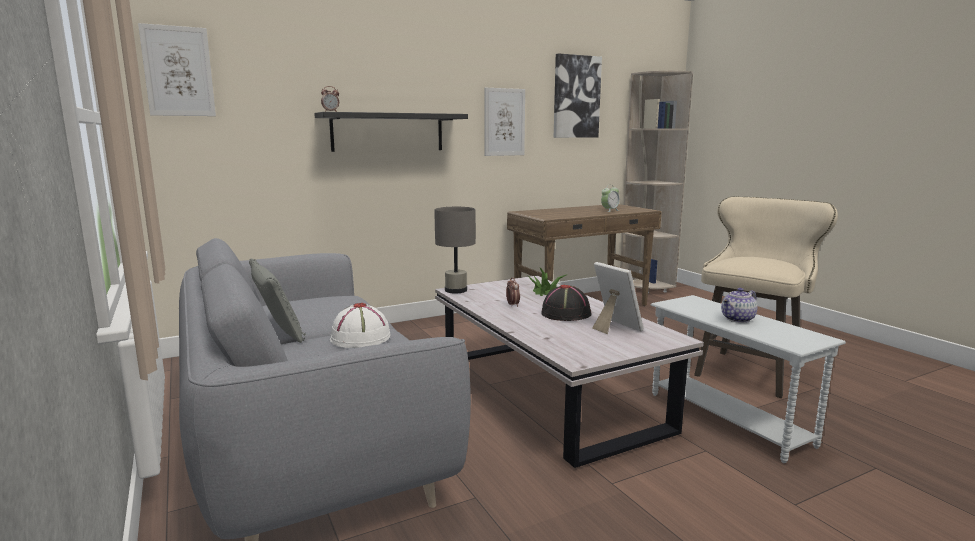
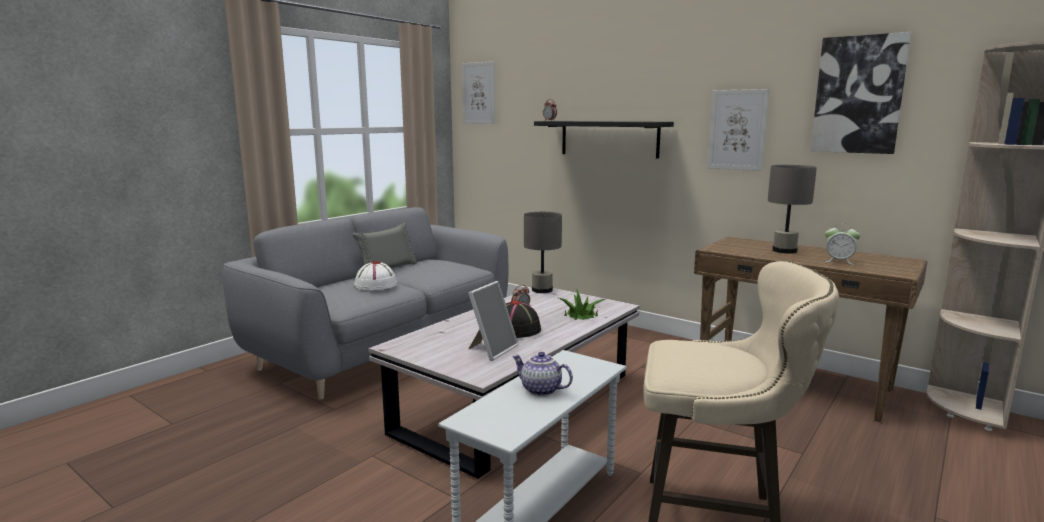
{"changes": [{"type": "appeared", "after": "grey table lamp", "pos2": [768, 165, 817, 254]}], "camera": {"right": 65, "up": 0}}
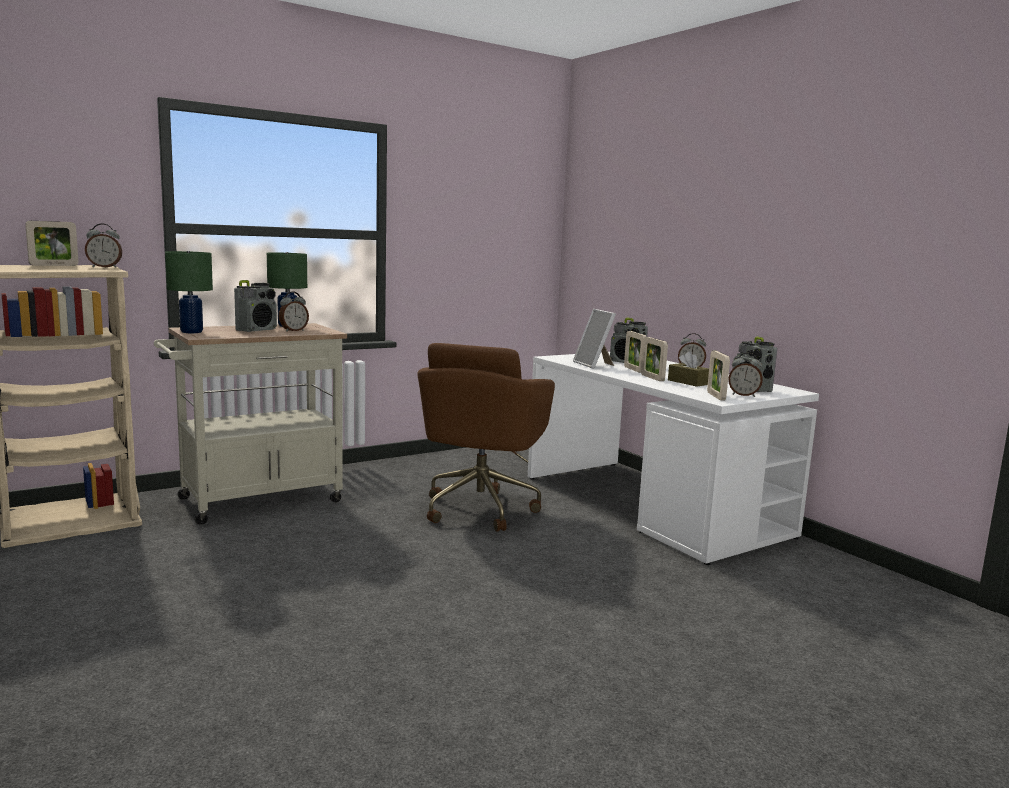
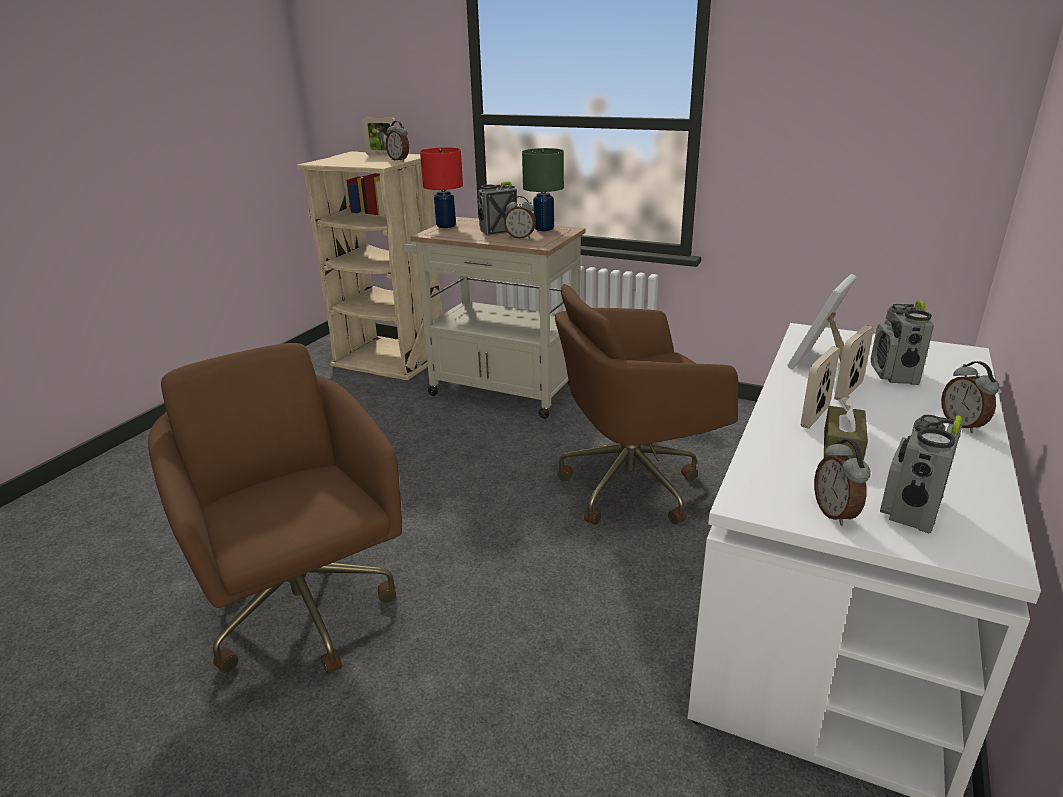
{"changes": [{"type": "colour", "before": "greenish table lamp", "after": "red-coloured table lamp", "pos1": [165, 251, 213, 333], "pos2": [420, 147, 463, 228]}, {"type": "spun", "before": "radio receiver", "pos1": [234, 280, 277, 332], "pos2": [477, 182, 517, 236], "turn": 150}, {"type": "missing", "before": "standing frame", "pos1": [707, 351, 730, 400]}, {"type": "appeared", "after": "brown computer chair", "pos2": [148, 343, 402, 674]}], "camera": {"right": 60, "up": 15}}
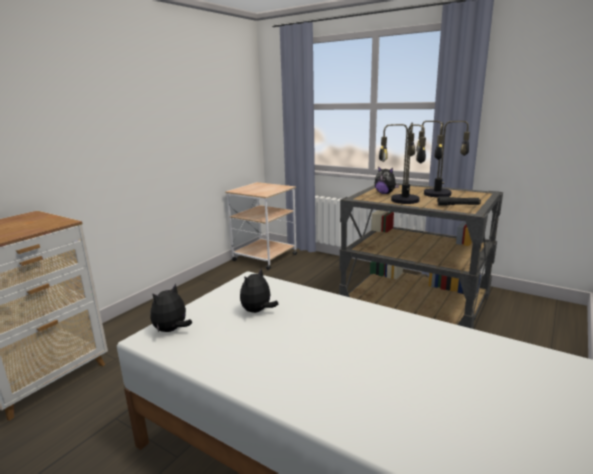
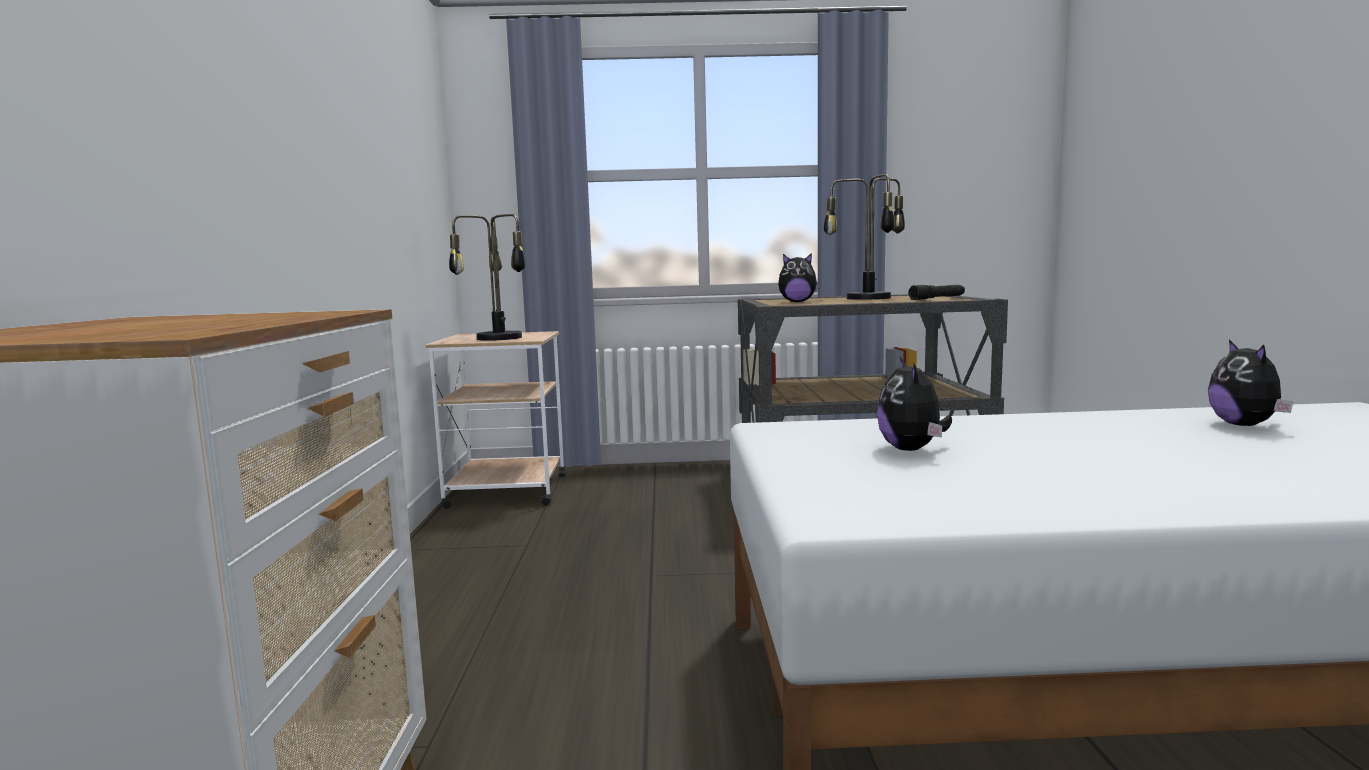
{"changes": [{"type": "relocated", "before": "table lamp", "pos1": [379, 123, 426, 204], "pos2": [449, 214, 525, 341]}, {"type": "relocated", "before": "cuddly toy", "pos1": [151, 283, 192, 332], "pos2": [1208, 340, 1293, 426]}], "camera": {"right": -35, "up": -10}}
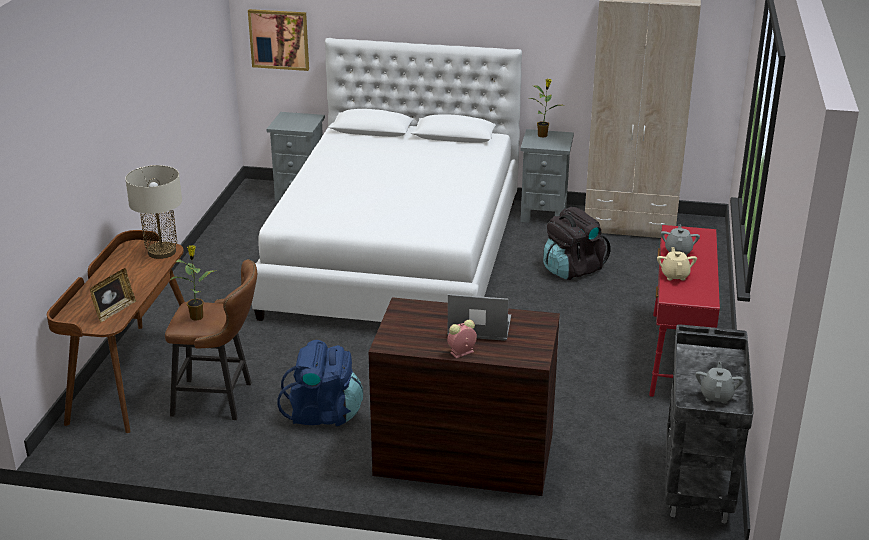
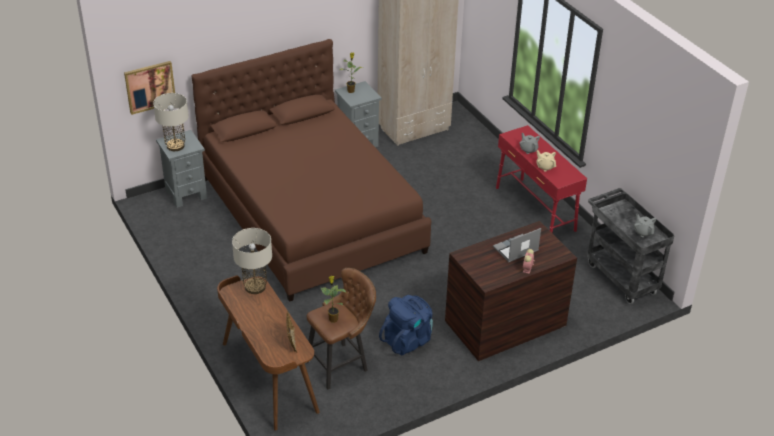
{"changes": [{"type": "colour", "before": "whitish bed", "after": "brown bed", "pos1": [252, 38, 522, 322], "pos2": [192, 39, 431, 302]}, {"type": "missing", "before": "black rucksack", "pos1": [543, 207, 611, 280]}, {"type": "appeared", "after": "table lamp", "pos2": [153, 93, 189, 151]}], "camera": {"right": -40, "up": 10}}
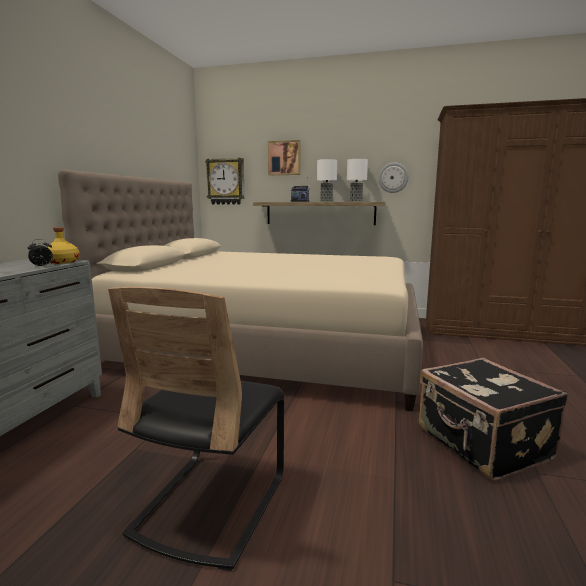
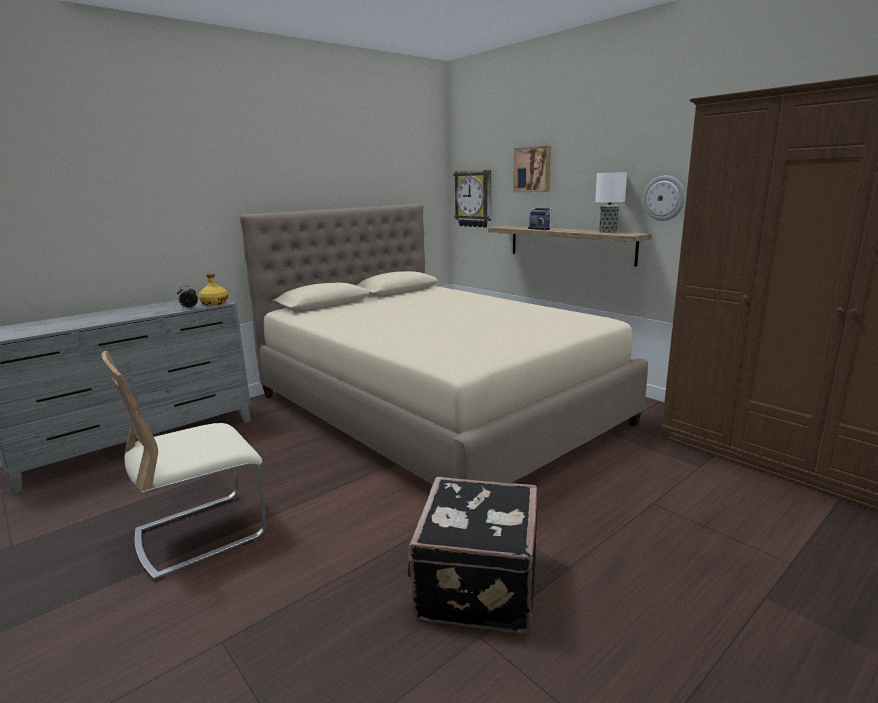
{"changes": [{"type": "missing", "before": "table lamp", "pos1": [317, 159, 337, 202]}, {"type": "colour", "before": "black plain chair", "after": "beige-coloured plain chair", "pos1": [108, 287, 284, 571], "pos2": [102, 351, 267, 581]}], "camera": {"right": 35, "up": 5}}
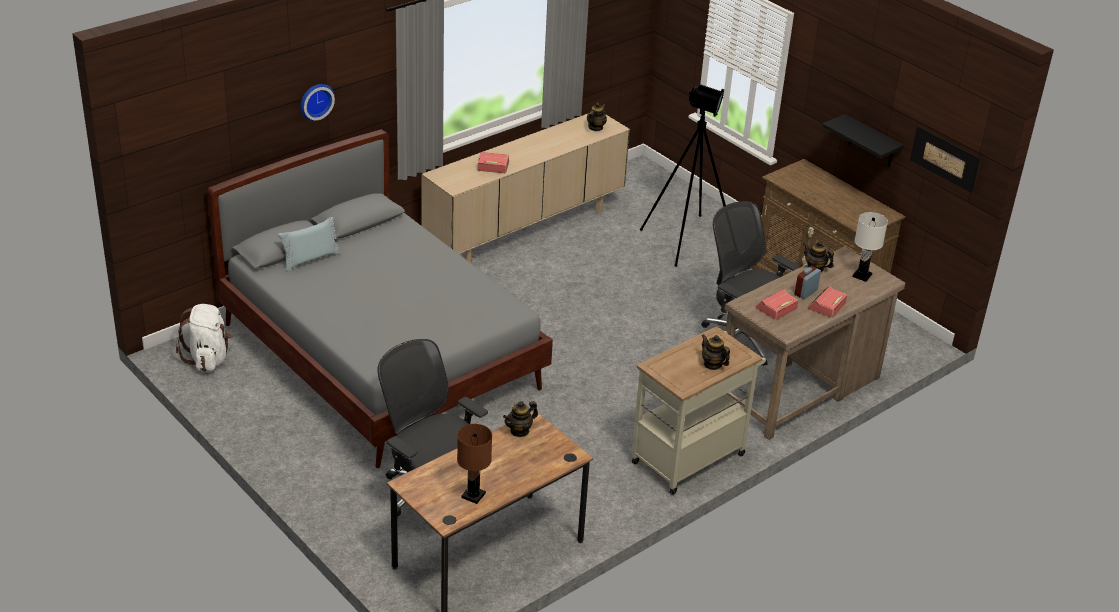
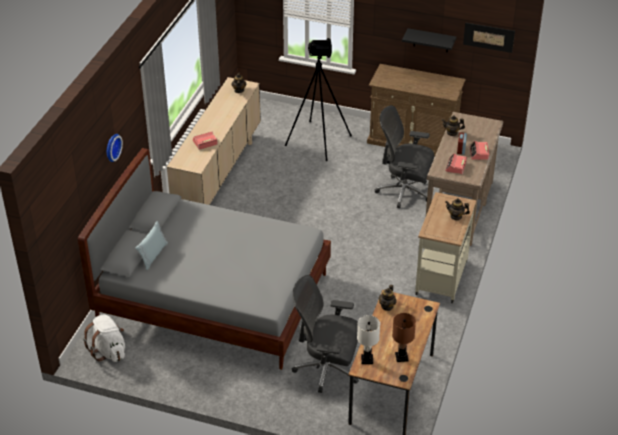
{"changes": [{"type": "relocated", "before": "whitish table lamp", "pos1": [853, 212, 888, 282], "pos2": [357, 315, 380, 364]}], "camera": {"right": -30, "up": 5}}
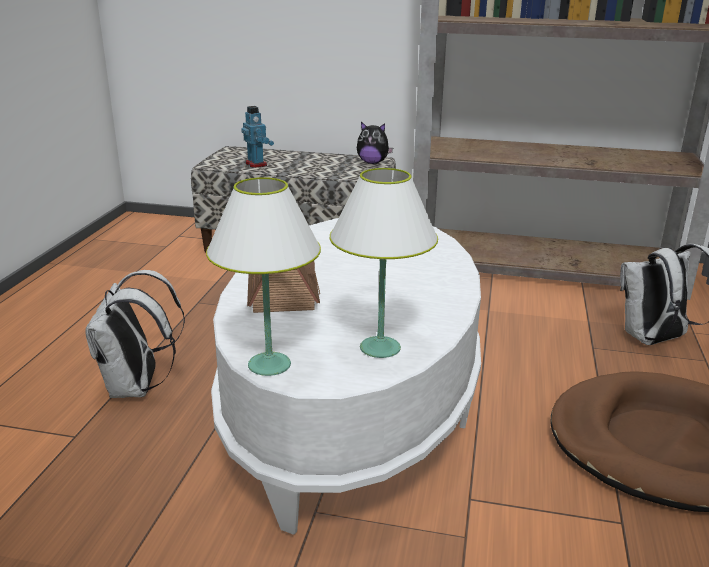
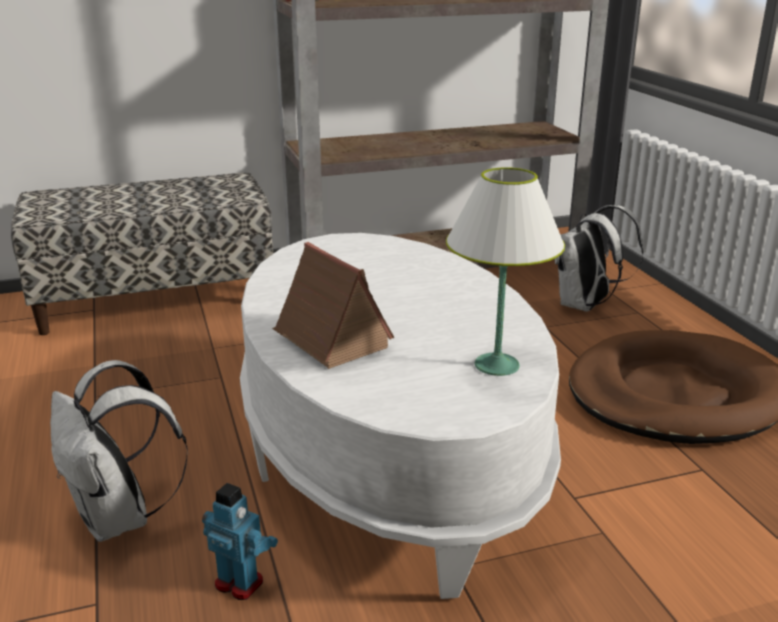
{"changes": [{"type": "relocated", "before": "robot figure", "pos1": [241, 106, 274, 168], "pos2": [202, 483, 278, 600]}, {"type": "missing", "before": "cuddly toy", "pos1": [357, 122, 393, 164]}, {"type": "missing", "before": "whitish table lamp", "pos1": [206, 177, 321, 376]}], "camera": {"right": -30, "up": 0}}
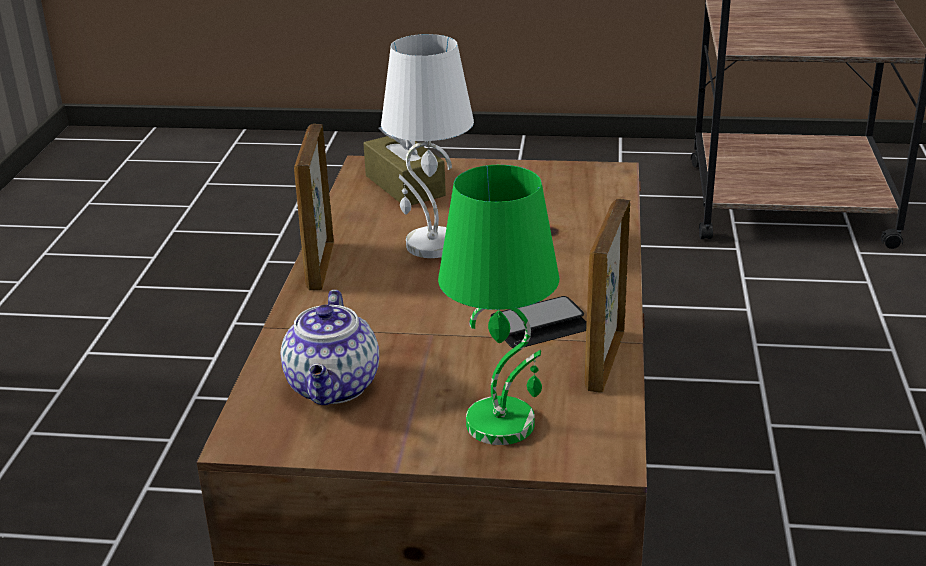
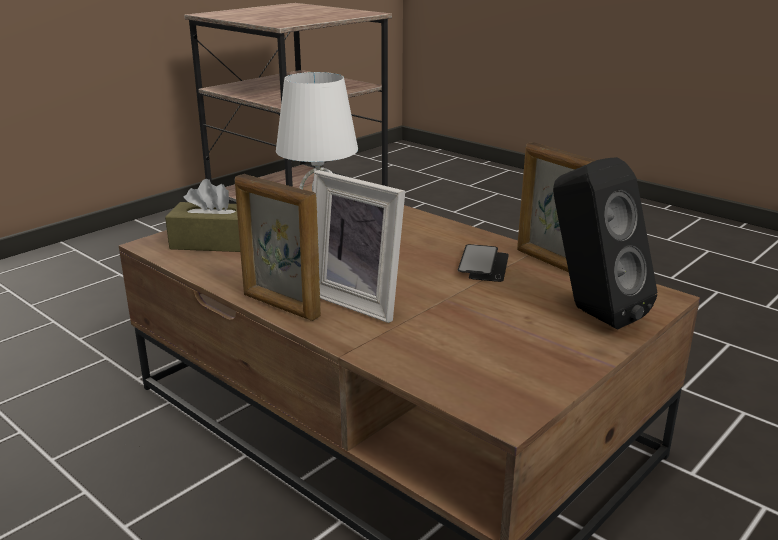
{"changes": [{"type": "exchanged", "before": "greenish table lamp", "after": "black audio speaker", "pos1": [438, 165, 559, 445], "pos2": [553, 157, 657, 330]}, {"type": "missing", "before": "tea pot", "pos1": [281, 290, 379, 405]}, {"type": "appeared", "after": "standing frame", "pos2": [313, 170, 405, 323]}], "camera": {"right": -55, "up": -5}}
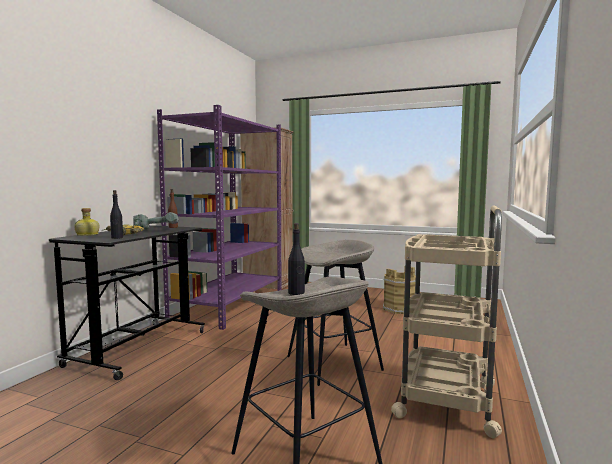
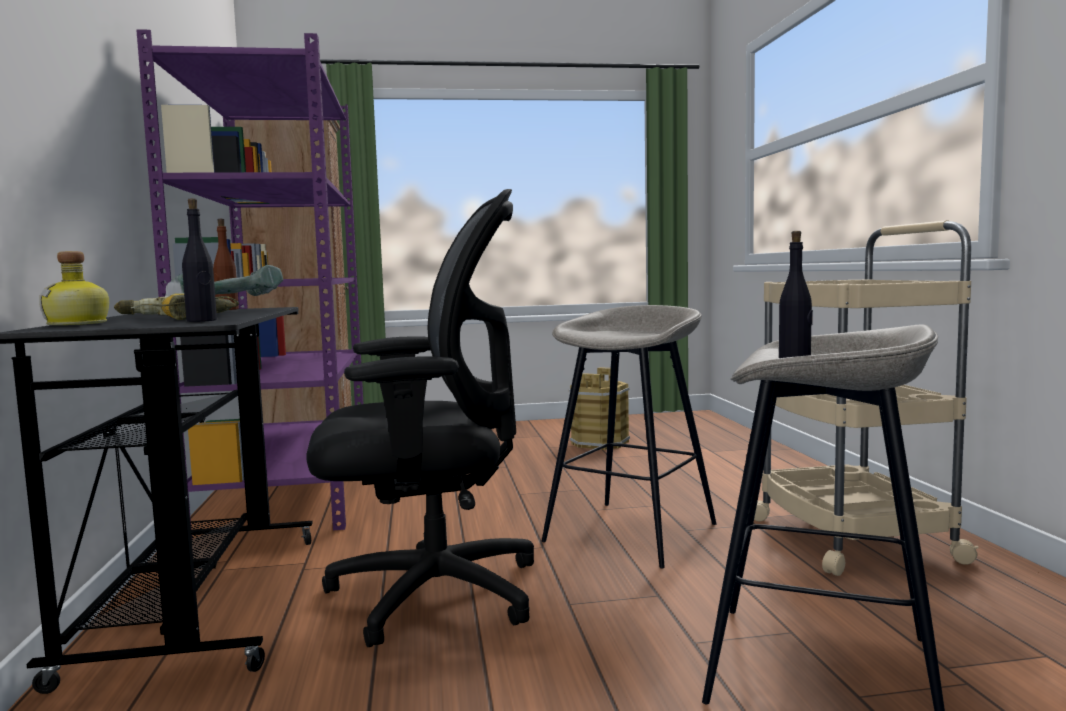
{"changes": [{"type": "appeared", "after": "black computer chair", "pos2": [306, 189, 534, 647]}], "camera": {"right": -30, "up": 0}}
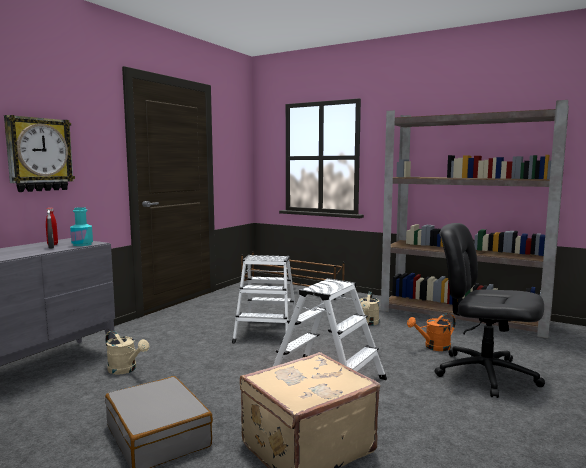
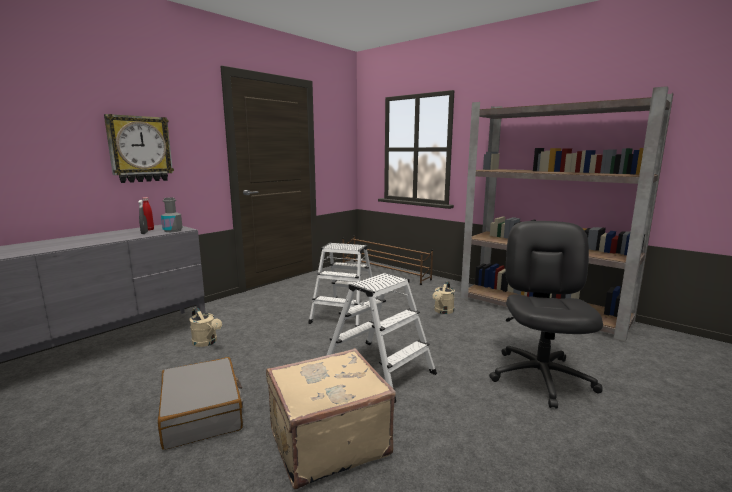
{"changes": [{"type": "colour", "before": "blue-green beverage bottle", "after": "grey beverage bottle", "pos1": [70, 207, 93, 246], "pos2": [161, 198, 183, 232]}, {"type": "spun", "before": "black computer chair", "pos1": [434, 223, 545, 398], "pos2": [489, 221, 603, 409], "turn": 60}, {"type": "missing", "before": "orangey watering pot", "pos1": [407, 313, 456, 351]}], "camera": {"right": 10, "up": 5}}
